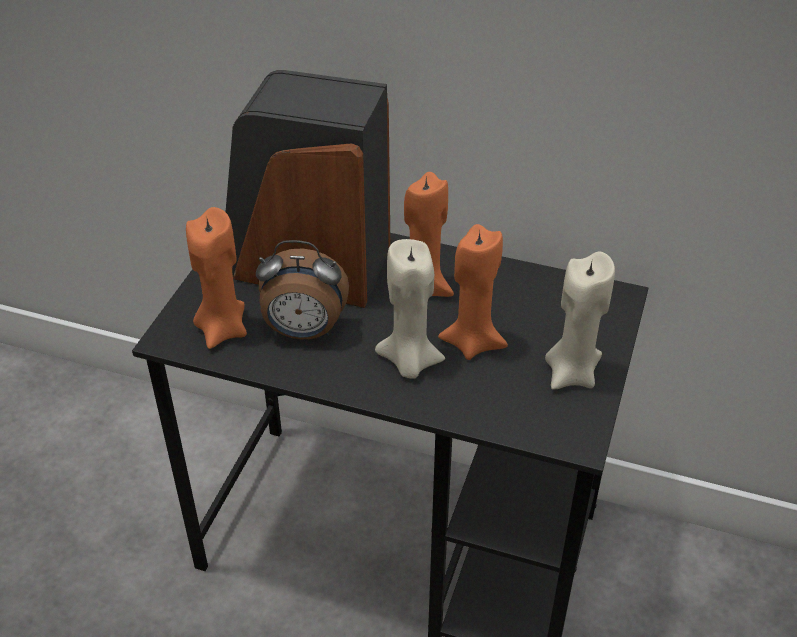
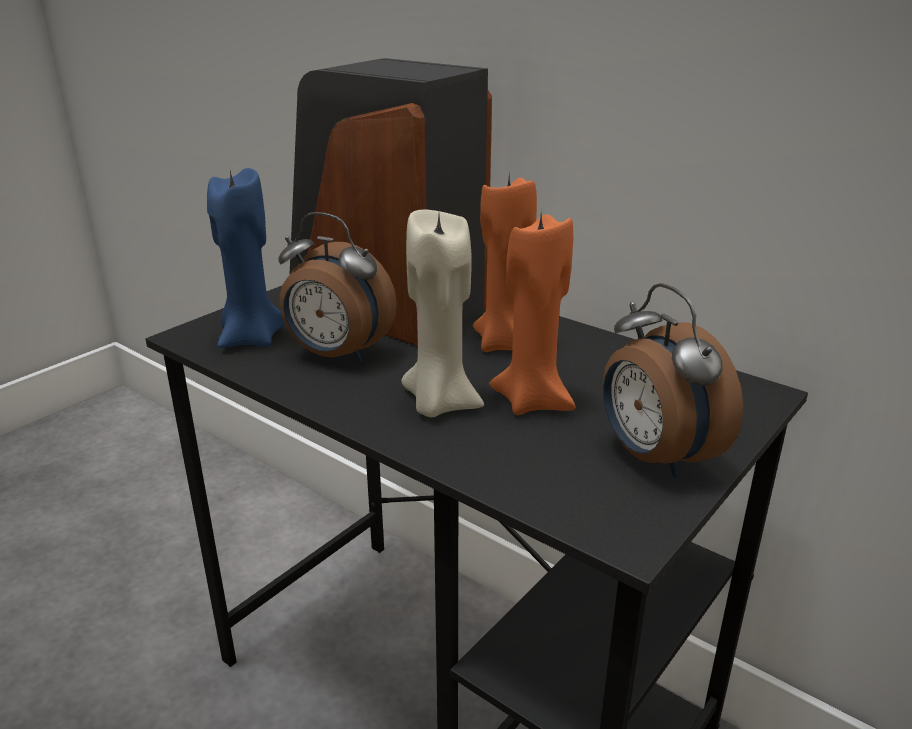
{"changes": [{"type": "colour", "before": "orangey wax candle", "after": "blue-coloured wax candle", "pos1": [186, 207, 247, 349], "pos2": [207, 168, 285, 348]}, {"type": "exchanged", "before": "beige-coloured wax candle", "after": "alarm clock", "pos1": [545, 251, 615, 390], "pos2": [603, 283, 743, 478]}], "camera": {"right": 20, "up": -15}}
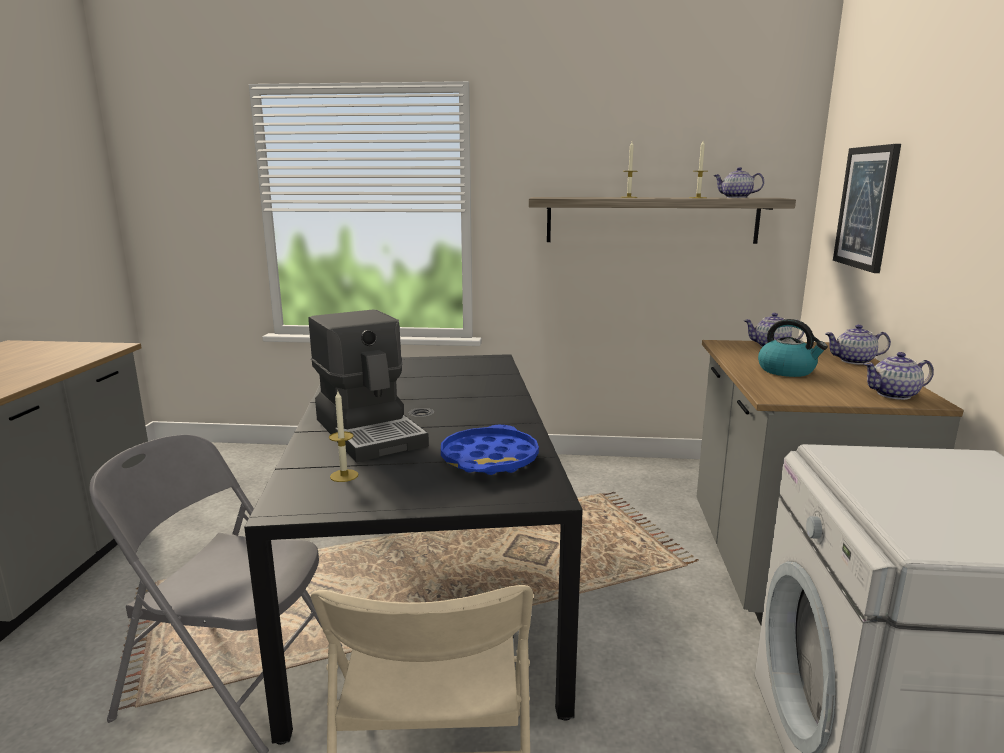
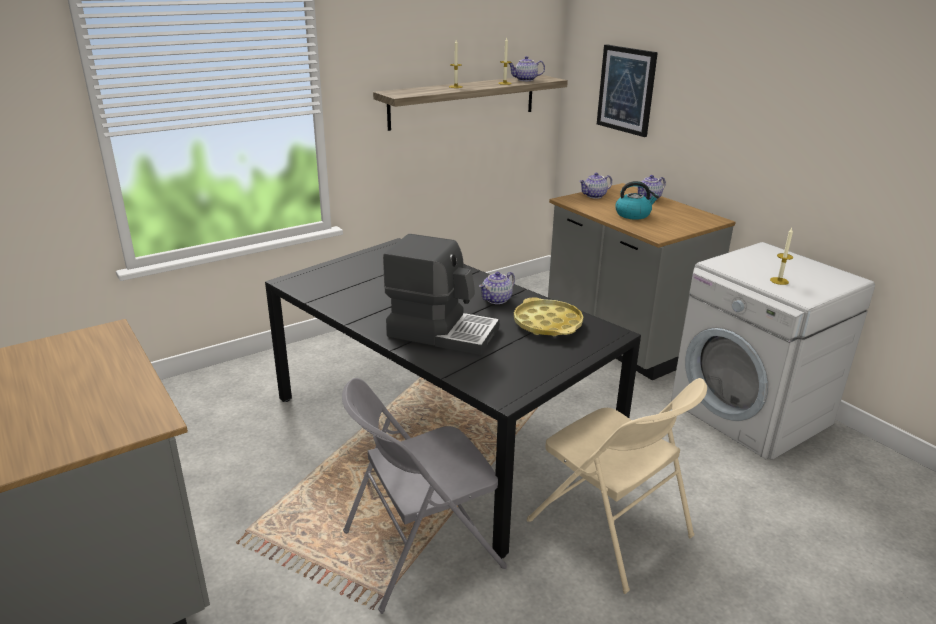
{"changes": [{"type": "relocated", "before": "tea pot", "pos1": [864, 352, 934, 400], "pos2": [479, 272, 515, 304]}, {"type": "relocated", "before": "wax candle", "pos1": [329, 391, 359, 482], "pos2": [770, 228, 793, 285]}, {"type": "colour", "before": "blue-coloured tray", "after": "yellowish tray", "pos1": [441, 425, 539, 475], "pos2": [514, 297, 583, 336]}], "camera": {"right": -40, "up": 10}}
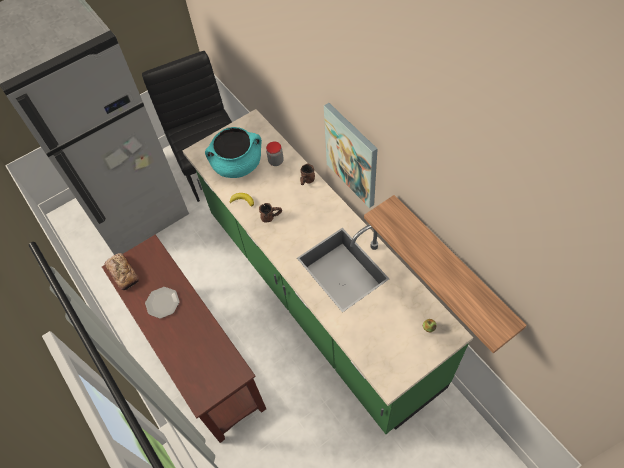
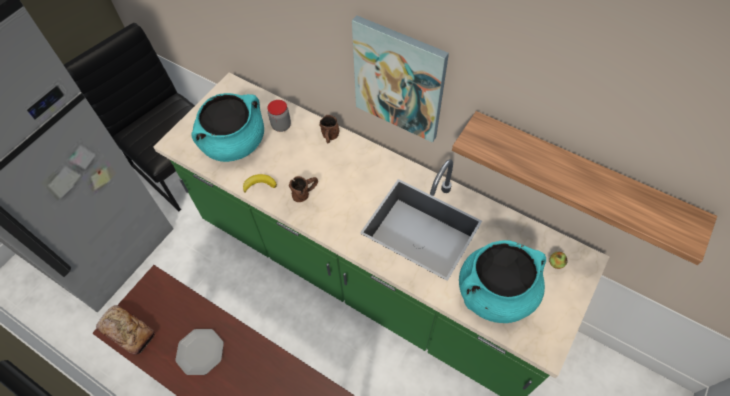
{"changes": [{"type": "appeared", "after": "blue-green saucepot", "pos2": [459, 240, 546, 323]}], "camera": {"right": -25, "up": 0}}
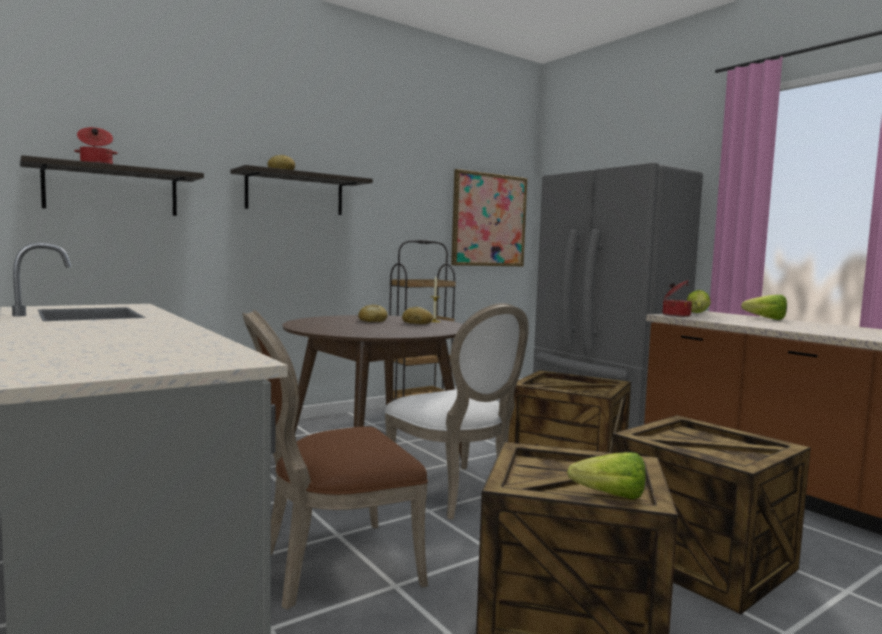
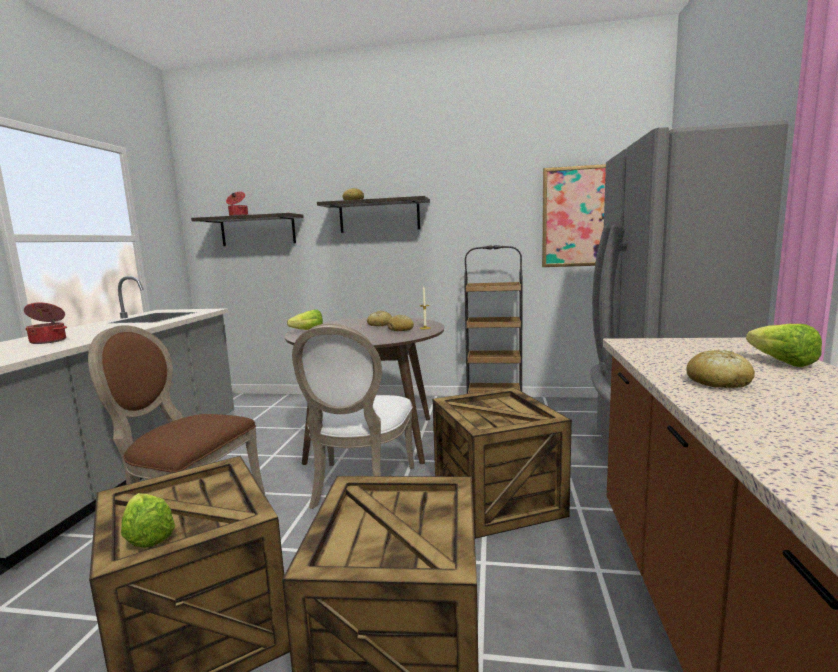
{"changes": [{"type": "relocated", "before": "saucepot", "pos1": [663, 280, 692, 317], "pos2": [24, 302, 67, 344]}, {"type": "relocated", "before": "lettuce head", "pos1": [687, 290, 711, 313], "pos2": [287, 309, 323, 330]}, {"type": "appeared", "after": "bread", "pos2": [686, 349, 755, 388]}], "camera": {"right": 45, "up": 5}}
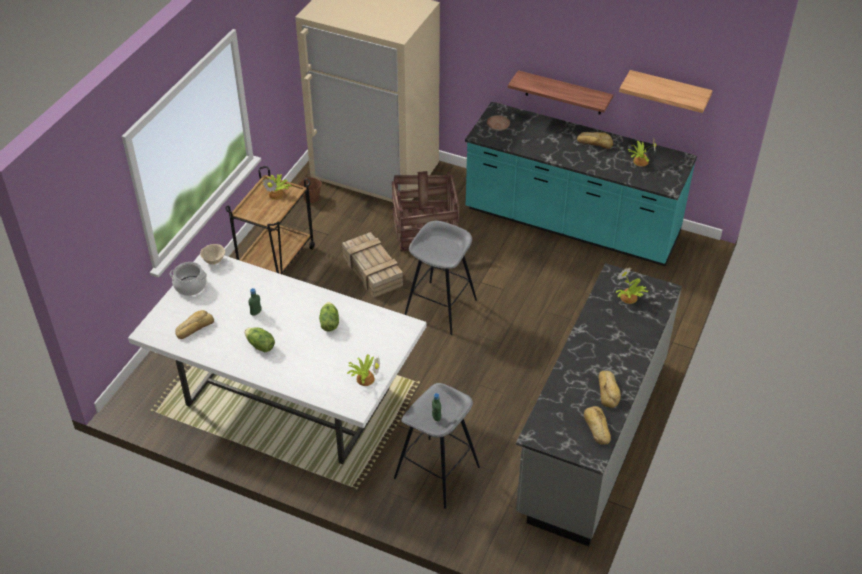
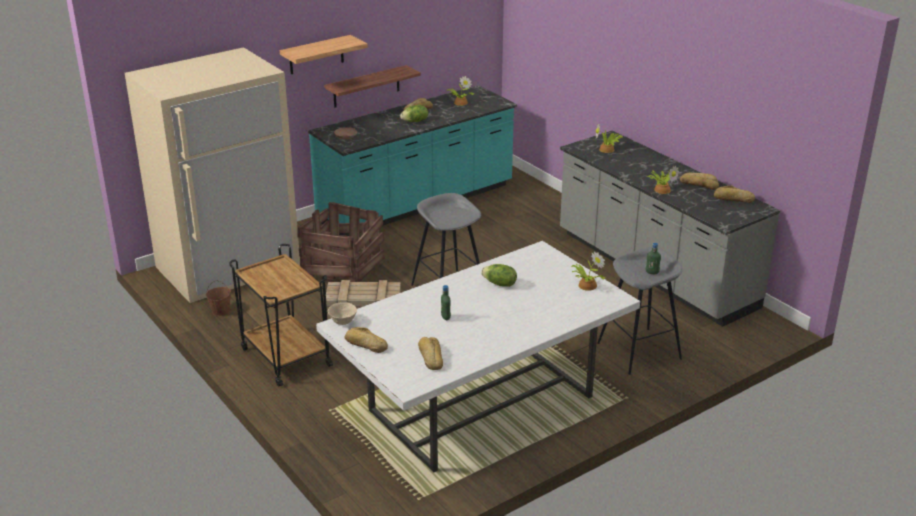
{"changes": [{"type": "relocated", "before": "bracket shelf", "pos1": [619, 70, 713, 113], "pos2": [280, 35, 368, 74]}, {"type": "relocated", "before": "houseplant", "pos1": [262, 174, 292, 199], "pos2": [648, 166, 679, 194]}, {"type": "exchanged", "before": "saucepot", "after": "bread", "pos1": [170, 262, 207, 296], "pos2": [345, 327, 388, 353]}, {"type": "relocated", "before": "lettuce head", "pos1": [244, 327, 275, 352], "pos2": [400, 105, 428, 122]}], "camera": {"right": -60, "up": -15}}
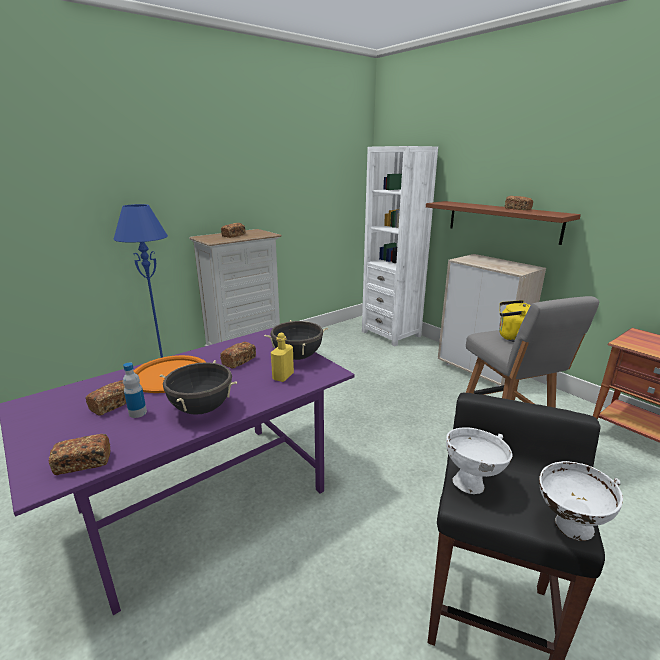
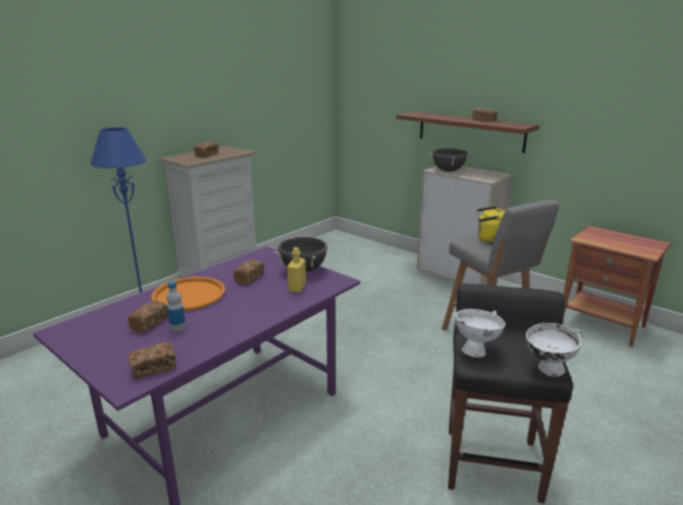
{"changes": [{"type": "missing", "before": "whitish shelving unit", "pos1": [362, 146, 438, 347]}, {"type": "relocated", "before": "black saucepot", "pos1": [160, 360, 237, 415], "pos2": [428, 148, 471, 172]}], "camera": {"right": -10, "up": 0}}
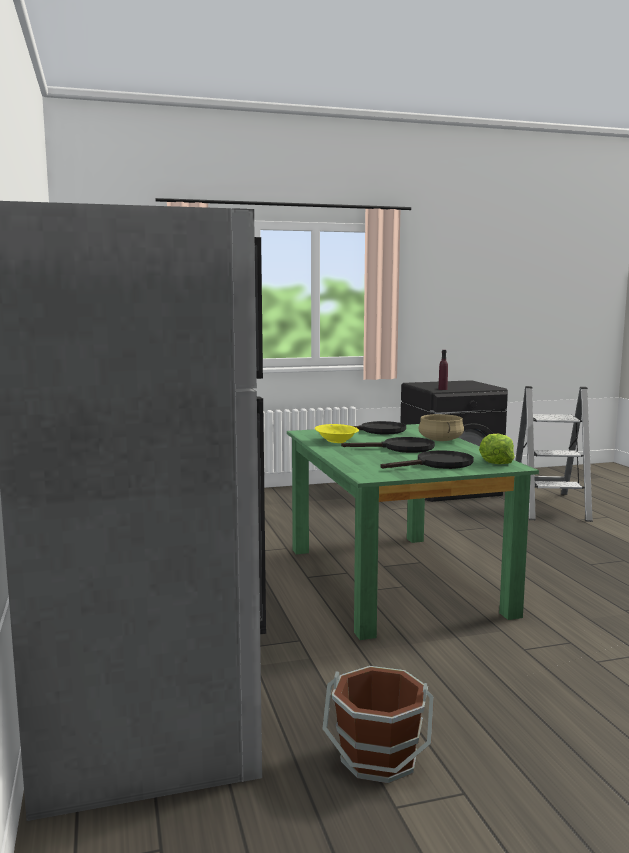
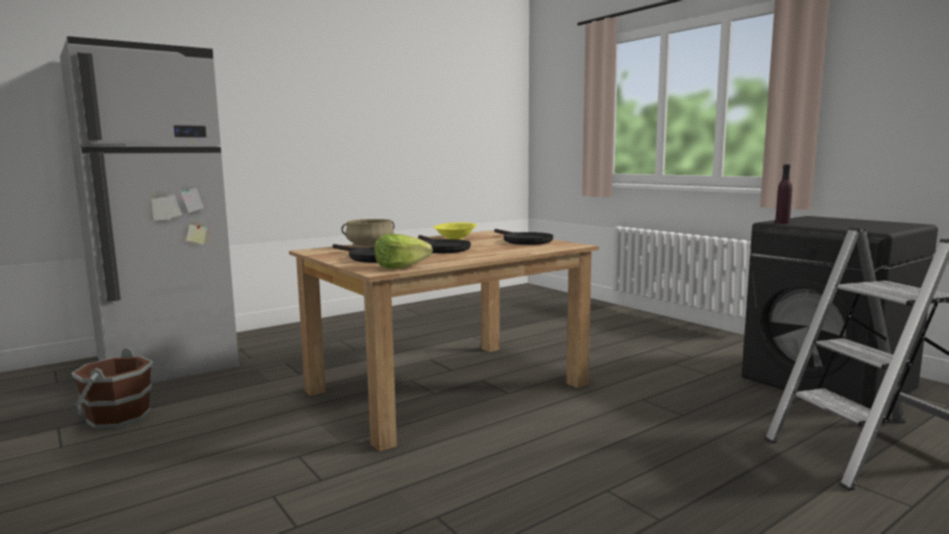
{"changes": [{"type": "relocated", "before": "beige-coloured saucepot", "pos1": [418, 414, 464, 441], "pos2": [341, 219, 394, 246]}, {"type": "colour", "before": "greenish kitchen table", "after": "brown kitchen table", "pos1": [287, 424, 539, 640], "pos2": [289, 230, 599, 452]}], "camera": {"right": 70, "up": 0}}
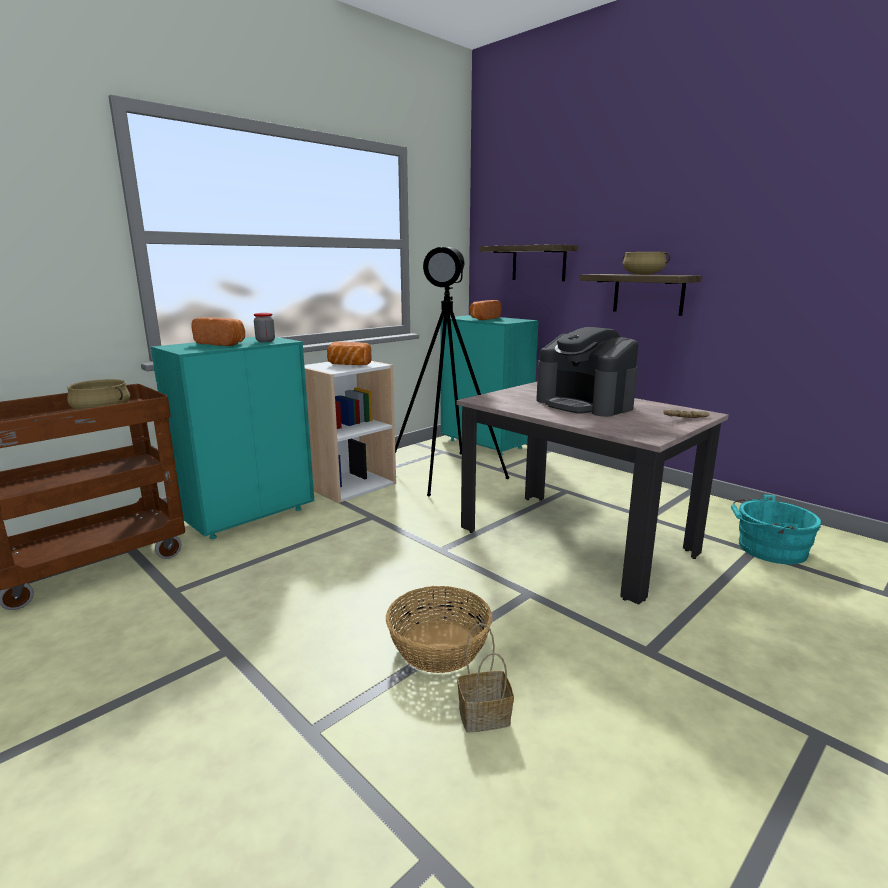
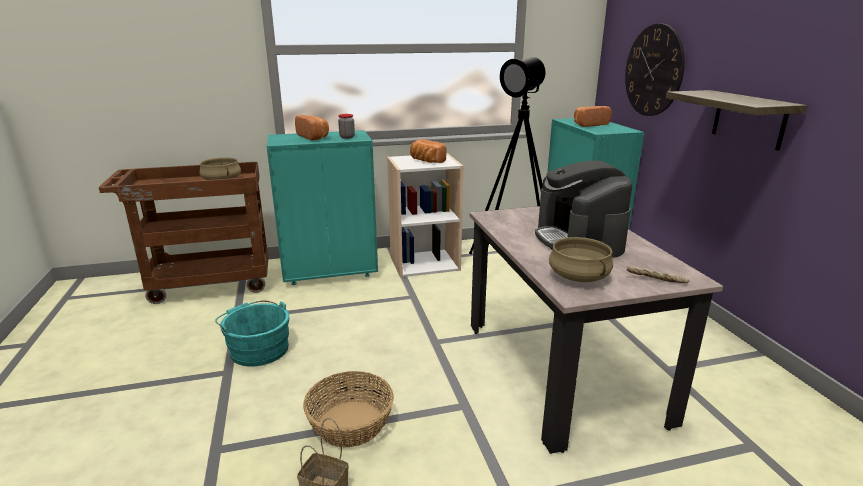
{"changes": [{"type": "exchanged", "before": "bracket shelf", "after": "hanging clock", "pos1": [479, 244, 578, 281], "pos2": [625, 24, 685, 116]}, {"type": "relocated", "before": "beige-coloured saucepot", "pos1": [622, 252, 670, 275], "pos2": [549, 237, 613, 282]}, {"type": "relocated", "before": "blue-green bucket", "pos1": [731, 495, 821, 564], "pos2": [215, 301, 290, 367]}], "camera": {"right": 30, "up": 5}}
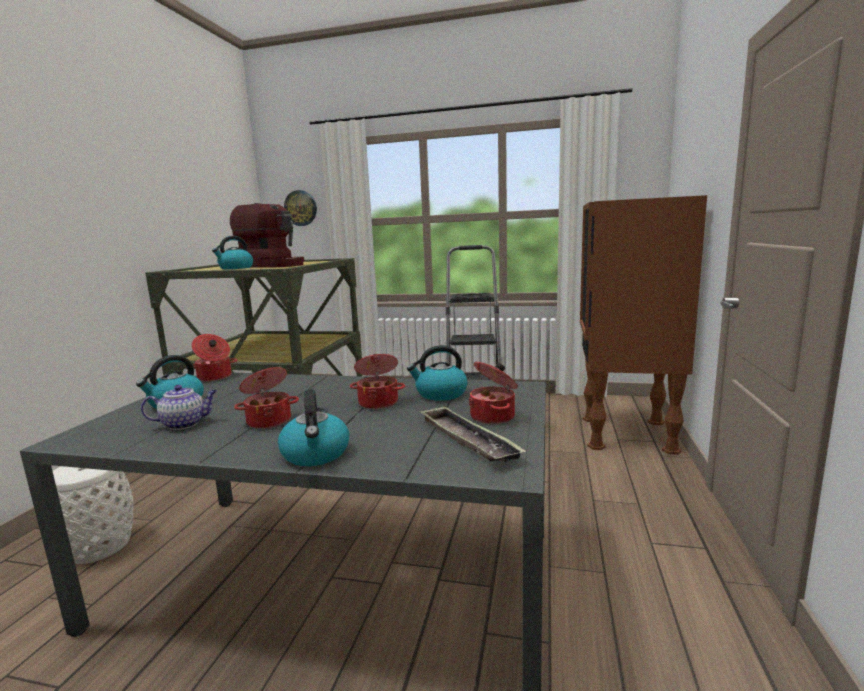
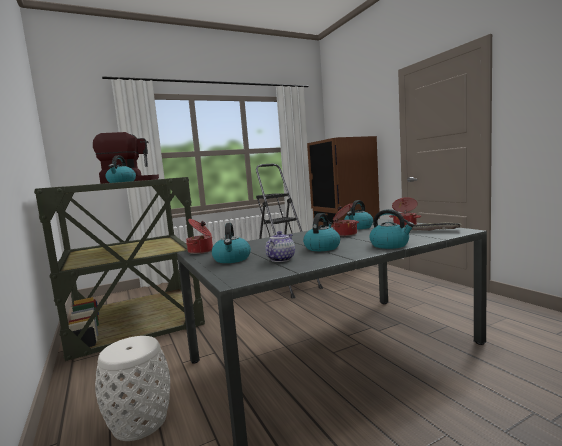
{"changes": [{"type": "missing", "before": "hanging clock", "pos1": [284, 190, 317, 226]}, {"type": "exchanged", "before": "saucepot", "after": "water kettle", "pos1": [234, 367, 299, 429], "pos2": [303, 213, 340, 251]}], "camera": {"right": -40, "up": -5}}
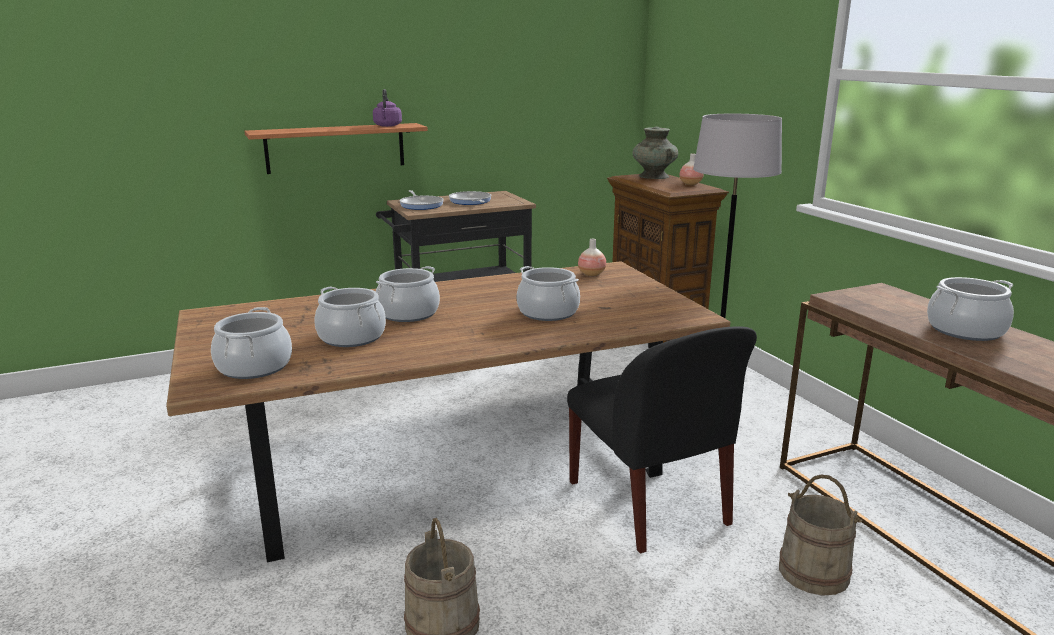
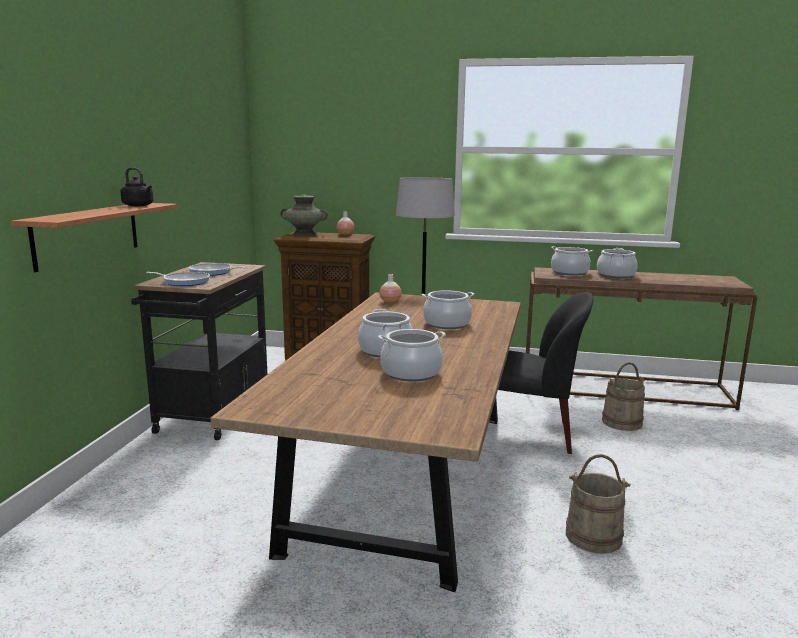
{"changes": [{"type": "colour", "before": "purplish water kettle", "after": "black water kettle", "pos1": [373, 89, 402, 127], "pos2": [120, 167, 154, 206]}, {"type": "relocated", "before": "saucepot", "pos1": [211, 307, 292, 379], "pos2": [551, 246, 593, 276]}], "camera": {"right": -55, "up": -5}}
